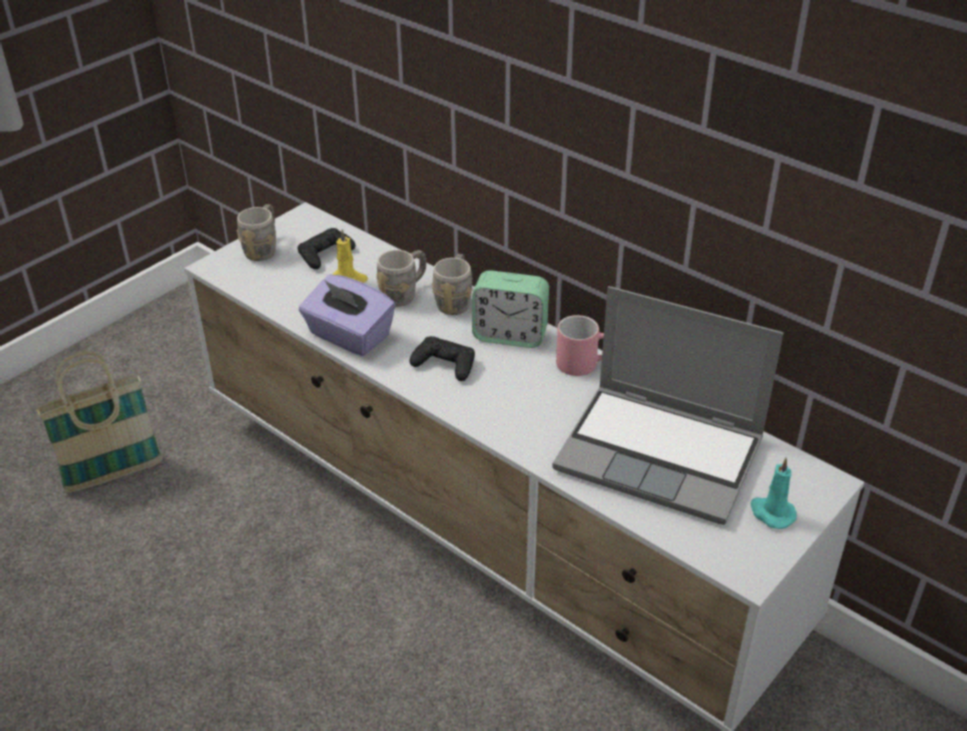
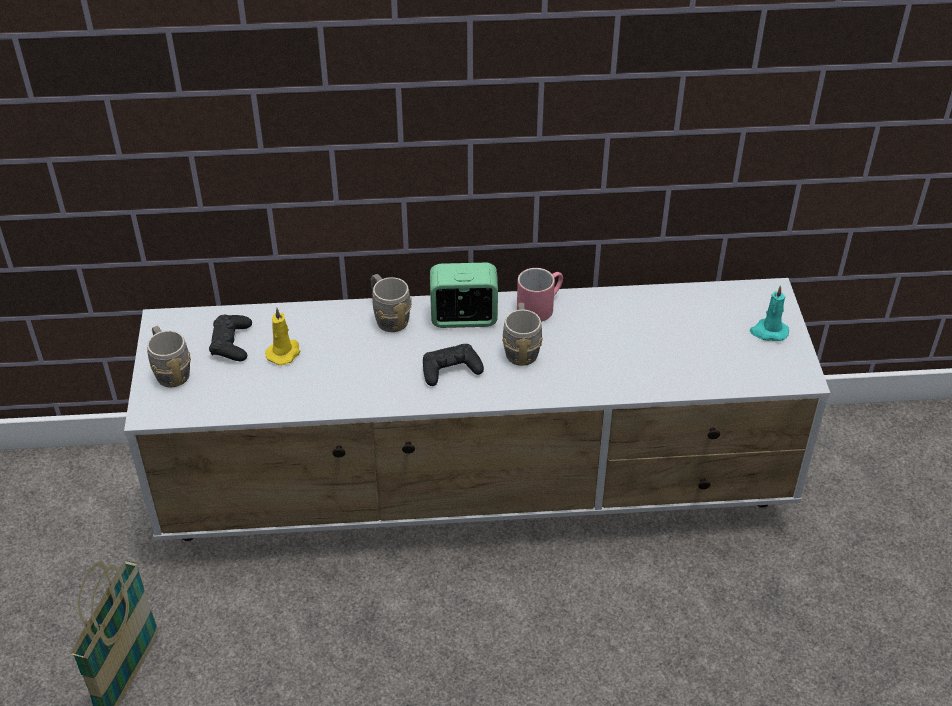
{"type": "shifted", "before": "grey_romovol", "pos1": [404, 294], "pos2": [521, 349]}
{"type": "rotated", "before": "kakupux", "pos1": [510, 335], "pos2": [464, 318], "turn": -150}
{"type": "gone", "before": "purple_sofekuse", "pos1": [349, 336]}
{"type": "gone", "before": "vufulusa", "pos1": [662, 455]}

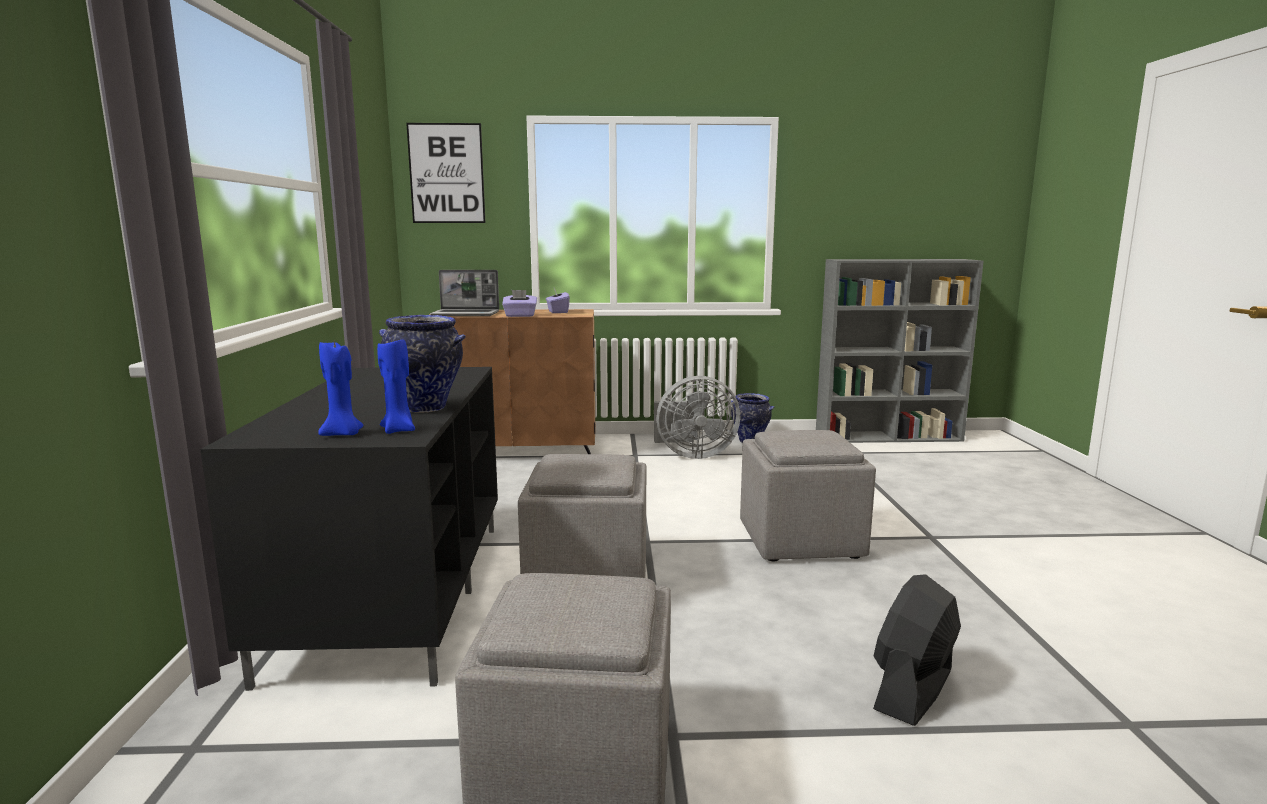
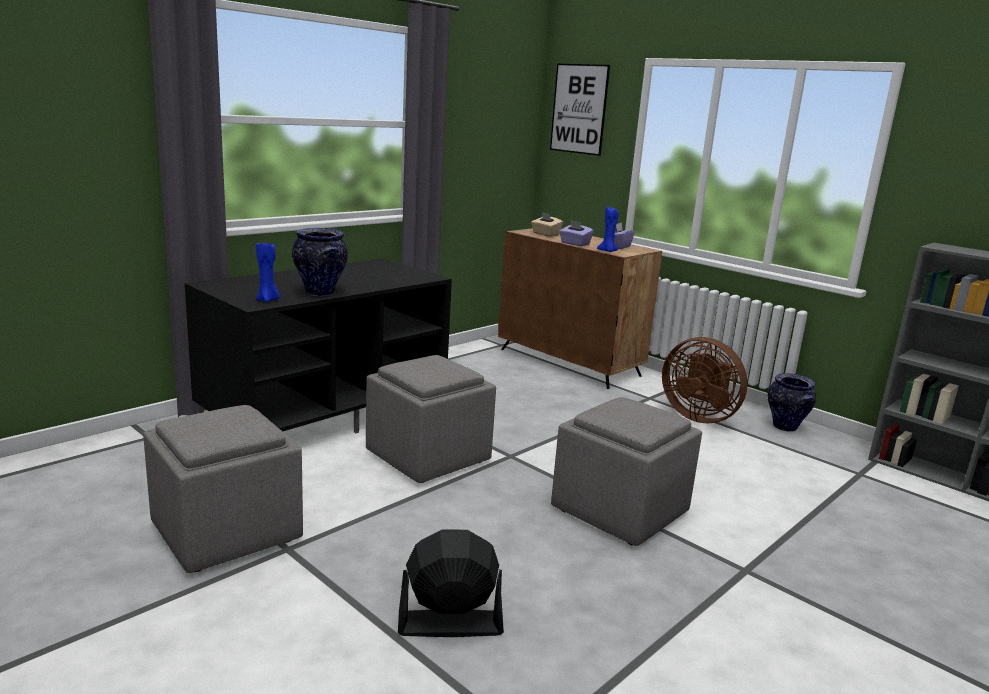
{"type": "swapped", "before": "vufulusa", "after": "beige_sofekuse", "pos1": [466, 314], "pos2": [545, 234]}
{"type": "shifted", "before": "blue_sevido", "pos1": [343, 434], "pos2": [607, 251]}
{"type": "repainted", "before": "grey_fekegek", "after": "brown_fekegek", "pos1": [692, 454], "pos2": [699, 416]}

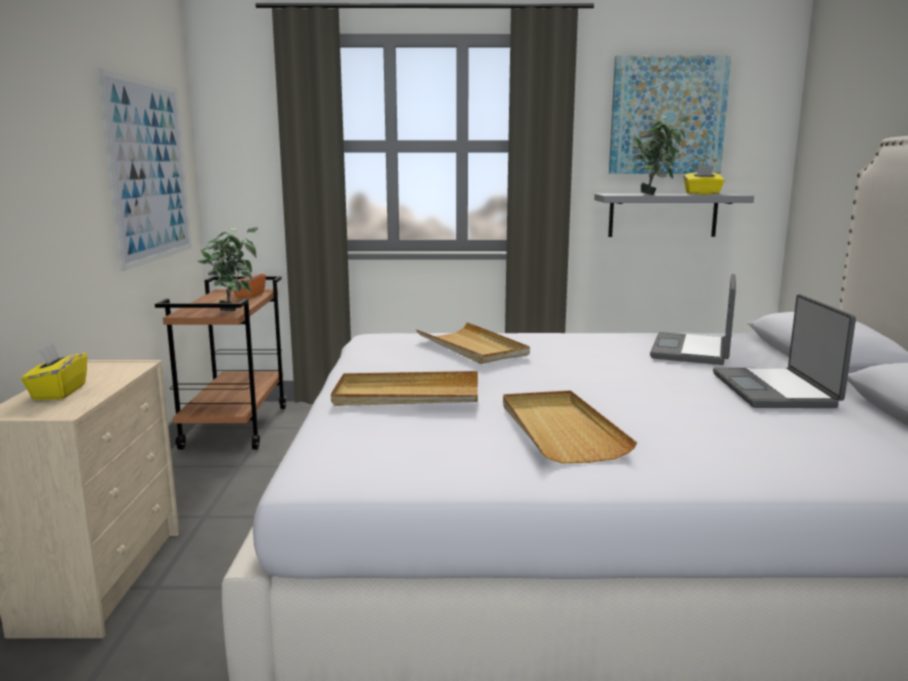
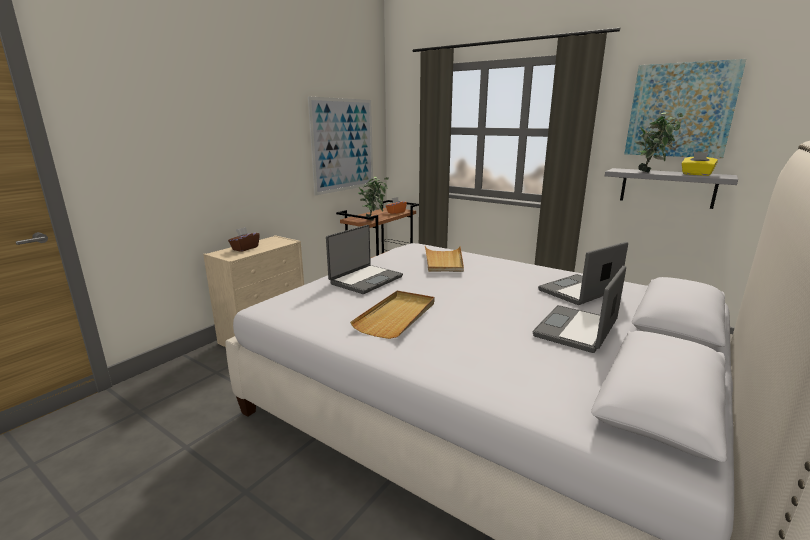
{"type": "repainted", "before": "yellow_sofekuse", "after": "brown_sofekuse", "pos1": [58, 392], "pos2": [245, 248]}
{"type": "swapped", "before": "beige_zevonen", "after": "vufulusa", "pos1": [407, 395], "pos2": [365, 280]}

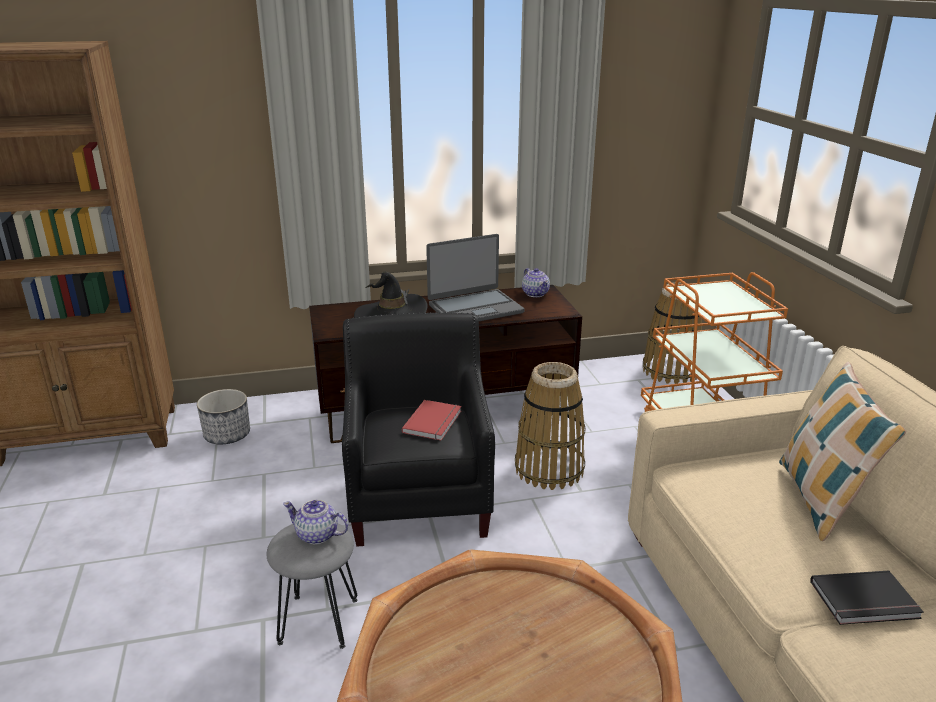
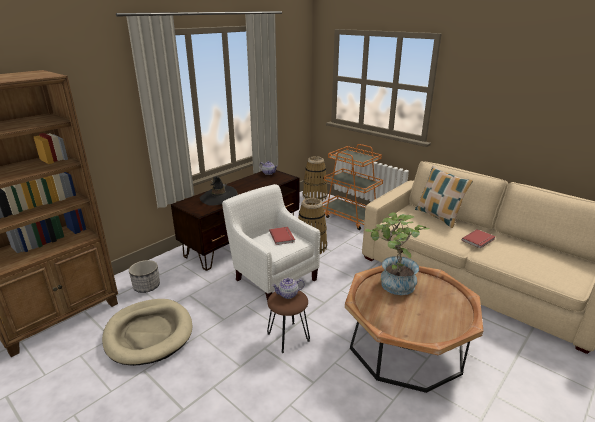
{"type": "gone", "before": "vufulusa", "pos1": [475, 308]}
{"type": "repainted", "before": "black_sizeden", "after": "white_sizeden", "pos1": [420, 498], "pos2": [273, 276]}
{"type": "repainted", "before": "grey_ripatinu", "after": "brown_ripatinu", "pos1": [319, 620], "pos2": [288, 337]}
{"type": "repainted", "before": "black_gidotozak", "after": "red_gidotozak", "pos1": [866, 602], "pos2": [479, 240]}
{"type": "new", "after": "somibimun", "pos2": [392, 285]}
{"type": "new", "after": "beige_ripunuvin", "pos2": [149, 333]}

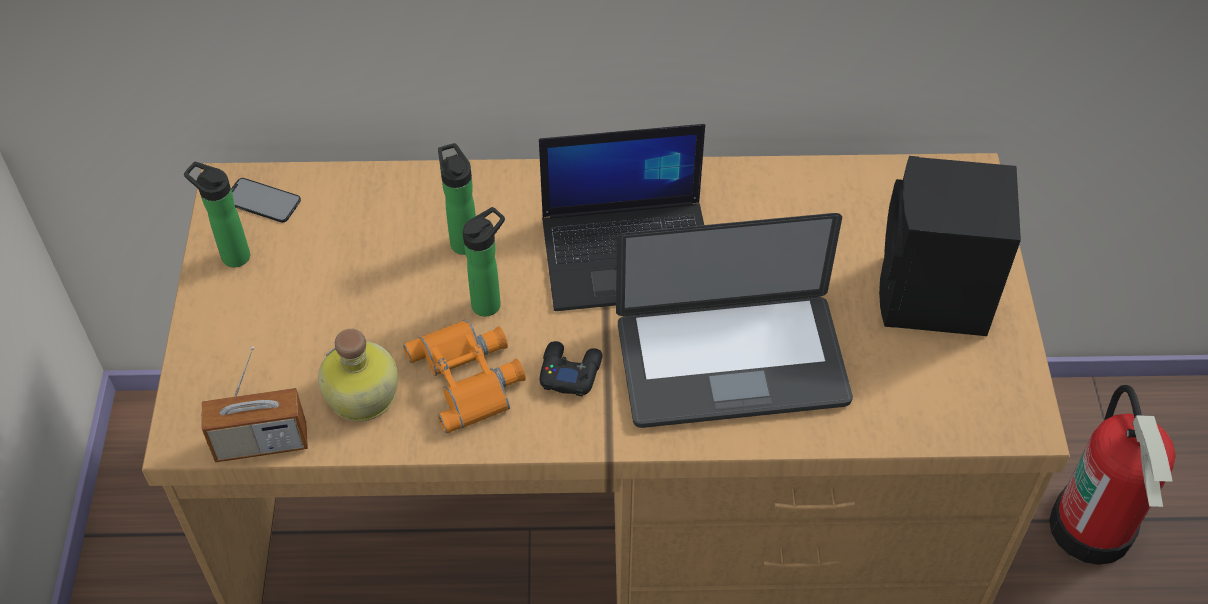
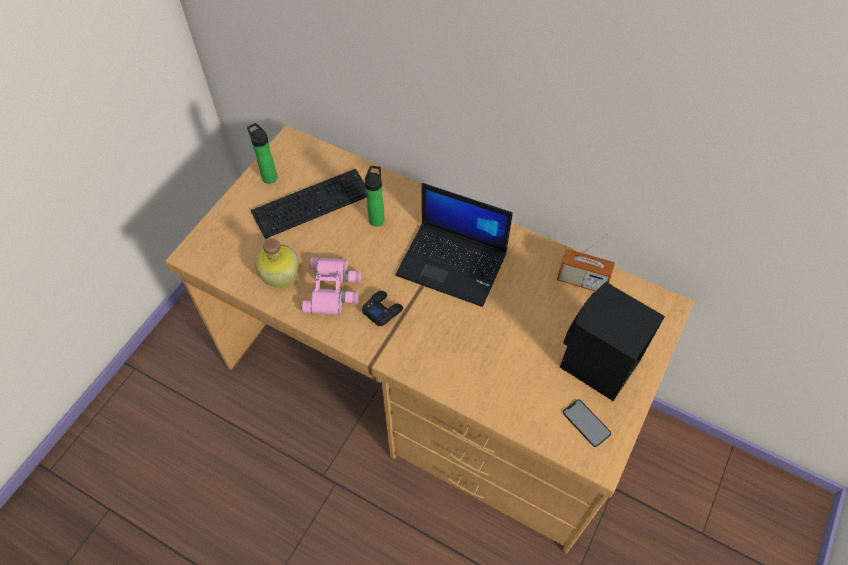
{"type": "shifted", "before": "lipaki", "pos1": [262, 200], "pos2": [586, 423]}
{"type": "gone", "before": "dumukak", "pos1": [490, 302]}
{"type": "gone", "before": "vufulusa", "pos1": [731, 363]}
{"type": "repainted", "before": "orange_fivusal", "after": "pink_fivusal", "pos1": [470, 377], "pos2": [333, 289]}
{"type": "shifted", "before": "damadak", "pos1": [261, 443], "pos2": [582, 281]}
{"type": "gone", "before": "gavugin", "pos1": [1092, 528]}
{"type": "new", "after": "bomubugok", "pos2": [312, 202]}

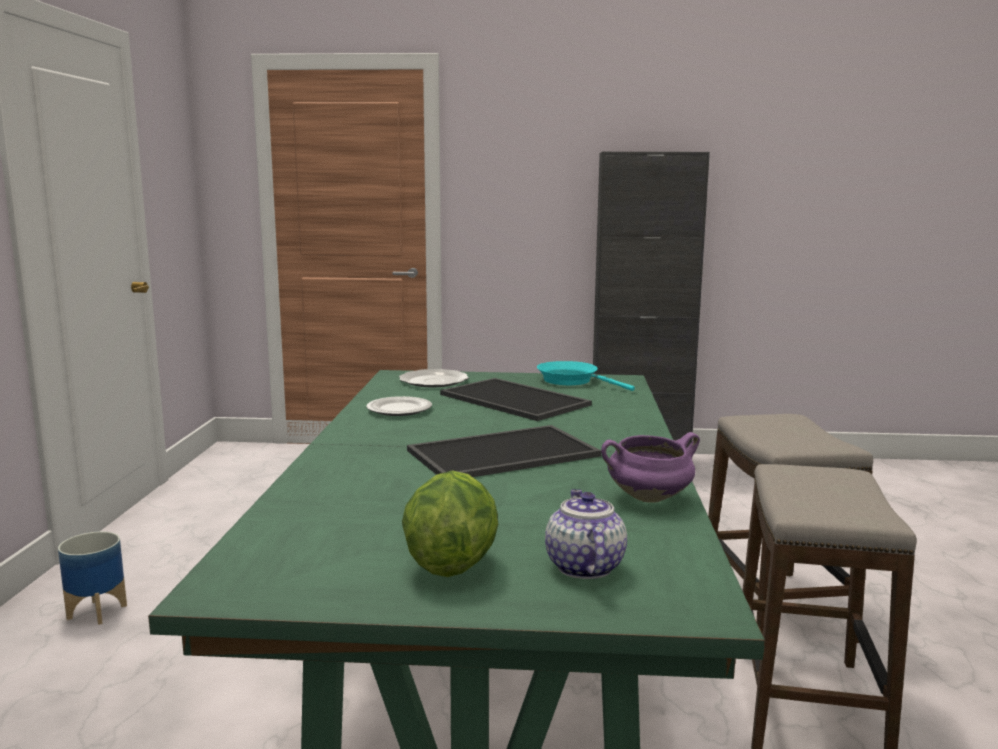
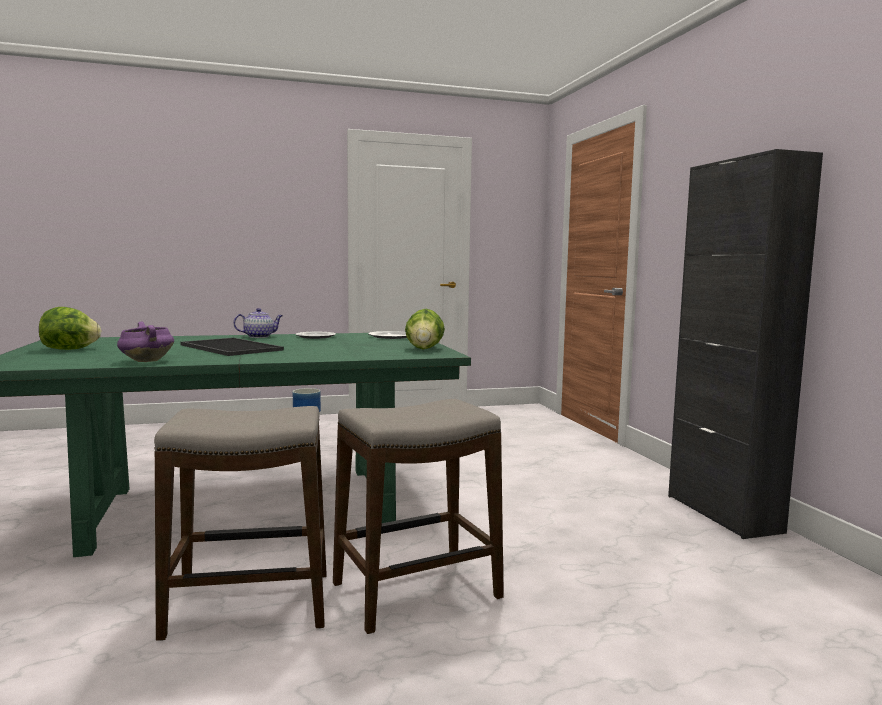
{"type": "swapped", "before": "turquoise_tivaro", "after": "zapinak", "pos1": [572, 381], "pos2": [424, 349]}
{"type": "gone", "before": "zevonen", "pos1": [516, 399]}
{"type": "shifted", "before": "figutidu", "pos1": [583, 566], "pos2": [259, 336]}

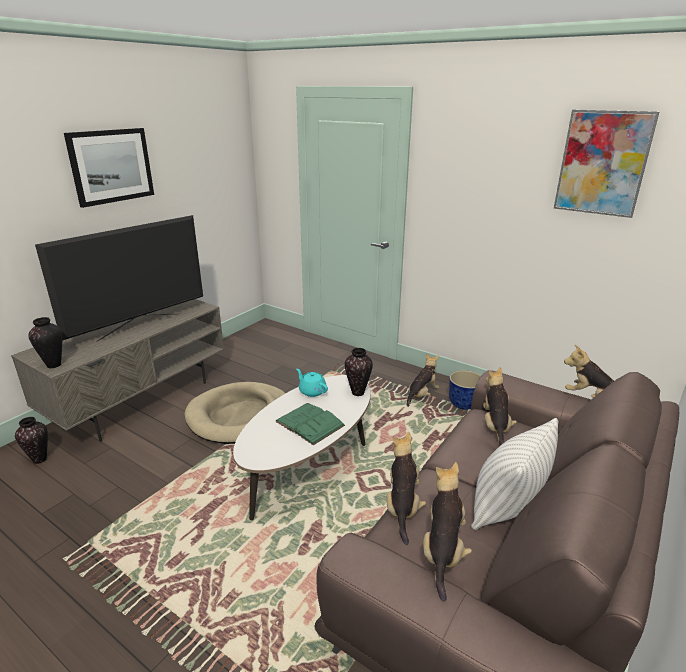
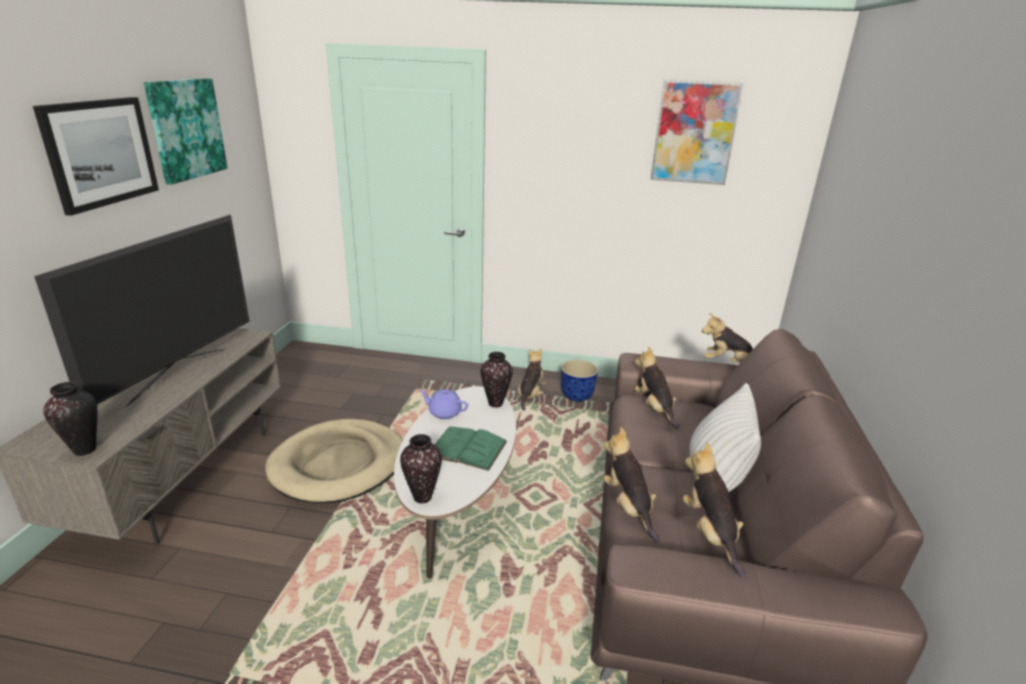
{"type": "repainted", "before": "turquoise_figutidu", "after": "purple_figutidu", "pos1": [312, 391], "pos2": [444, 412]}
{"type": "shifted", "before": "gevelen", "pos1": [40, 459], "pos2": [423, 497]}
{"type": "new", "after": "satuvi", "pos2": [186, 129]}

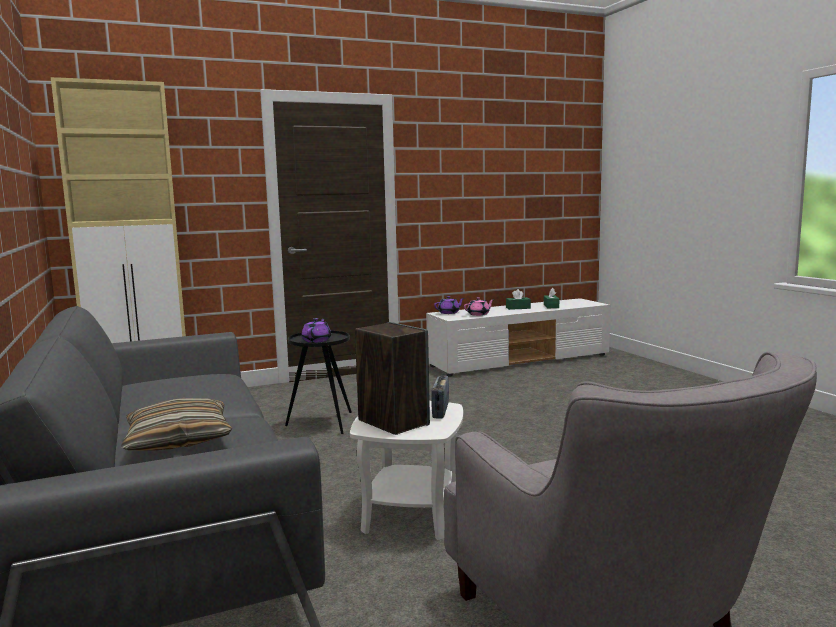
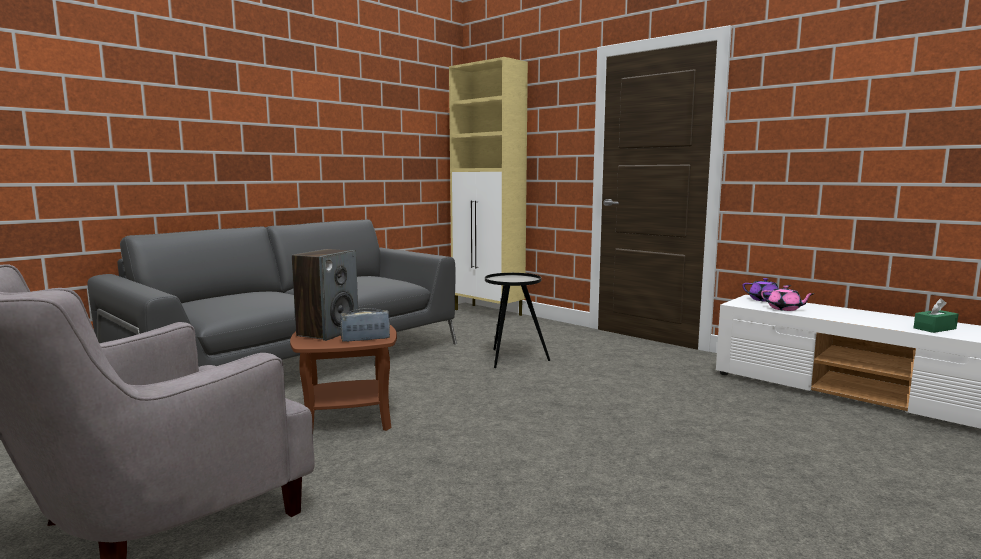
{"type": "gone", "before": "green_sofekuse", "pos1": [518, 308]}
{"type": "gone", "before": "purple_figutidu", "pos1": [317, 340]}
{"type": "gone", "before": "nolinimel", "pos1": [178, 439]}
{"type": "repainted", "before": "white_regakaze", "after": "brown_regakaze", "pos1": [411, 514], "pos2": [347, 419]}

